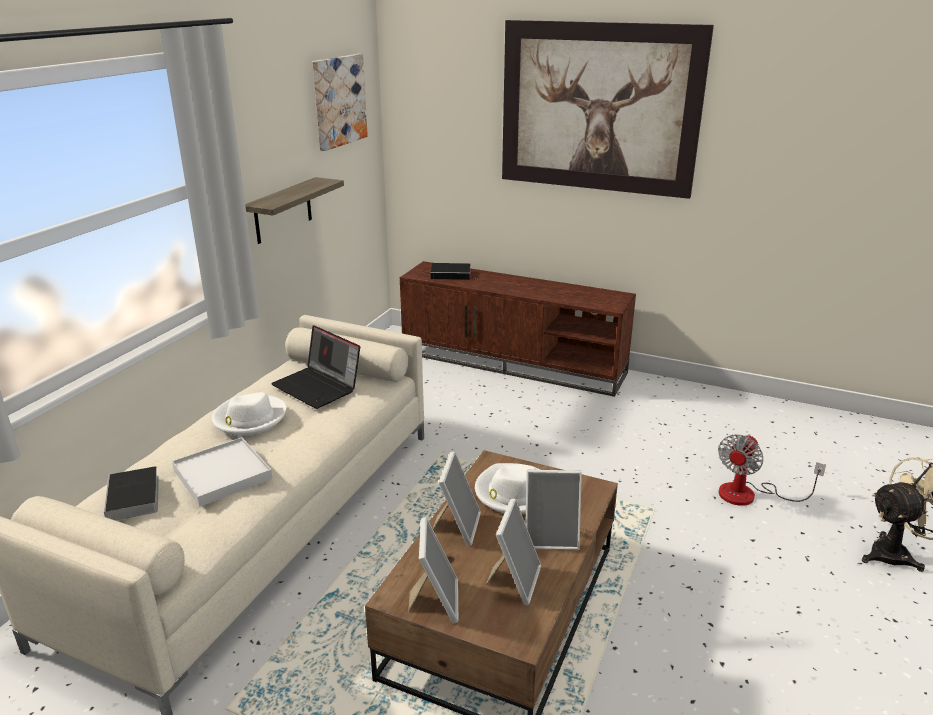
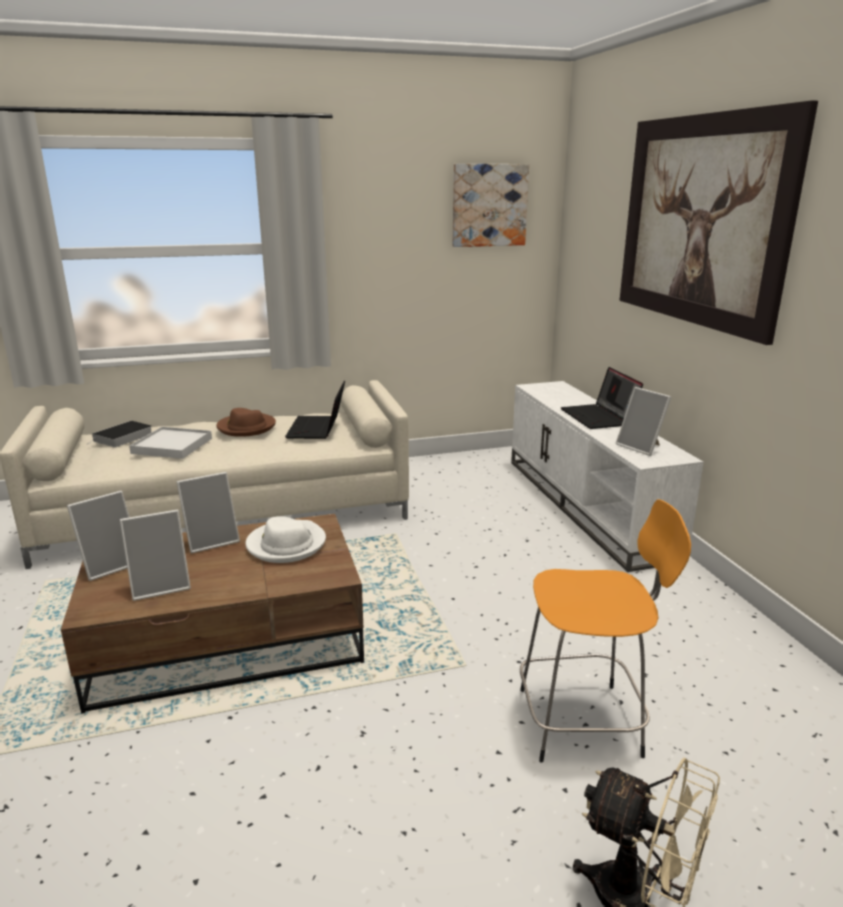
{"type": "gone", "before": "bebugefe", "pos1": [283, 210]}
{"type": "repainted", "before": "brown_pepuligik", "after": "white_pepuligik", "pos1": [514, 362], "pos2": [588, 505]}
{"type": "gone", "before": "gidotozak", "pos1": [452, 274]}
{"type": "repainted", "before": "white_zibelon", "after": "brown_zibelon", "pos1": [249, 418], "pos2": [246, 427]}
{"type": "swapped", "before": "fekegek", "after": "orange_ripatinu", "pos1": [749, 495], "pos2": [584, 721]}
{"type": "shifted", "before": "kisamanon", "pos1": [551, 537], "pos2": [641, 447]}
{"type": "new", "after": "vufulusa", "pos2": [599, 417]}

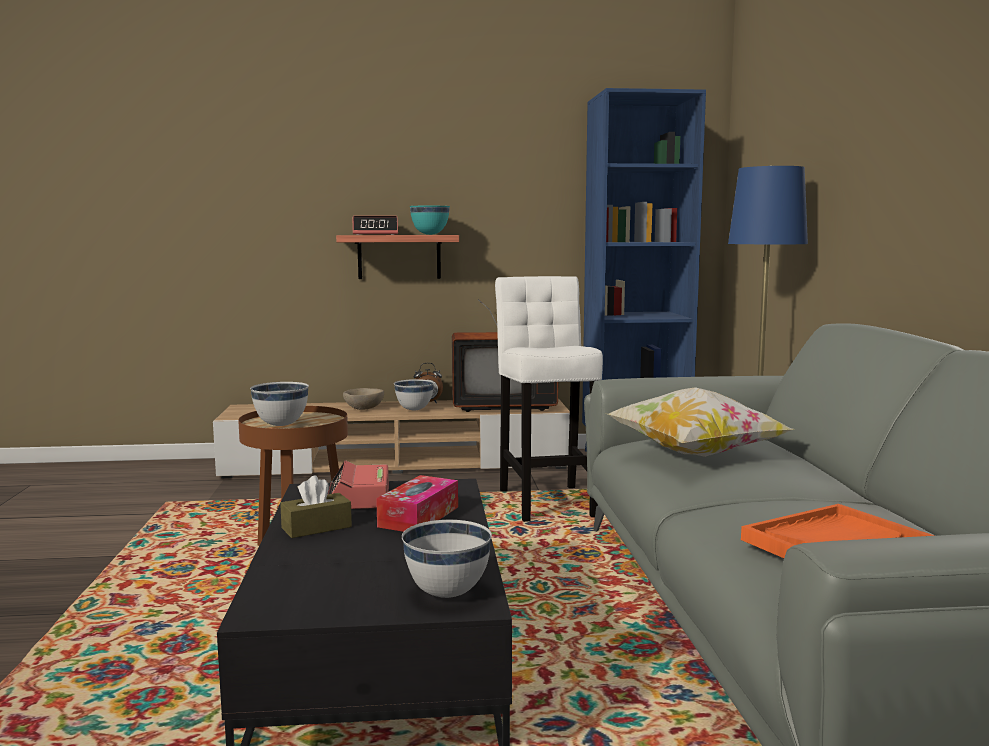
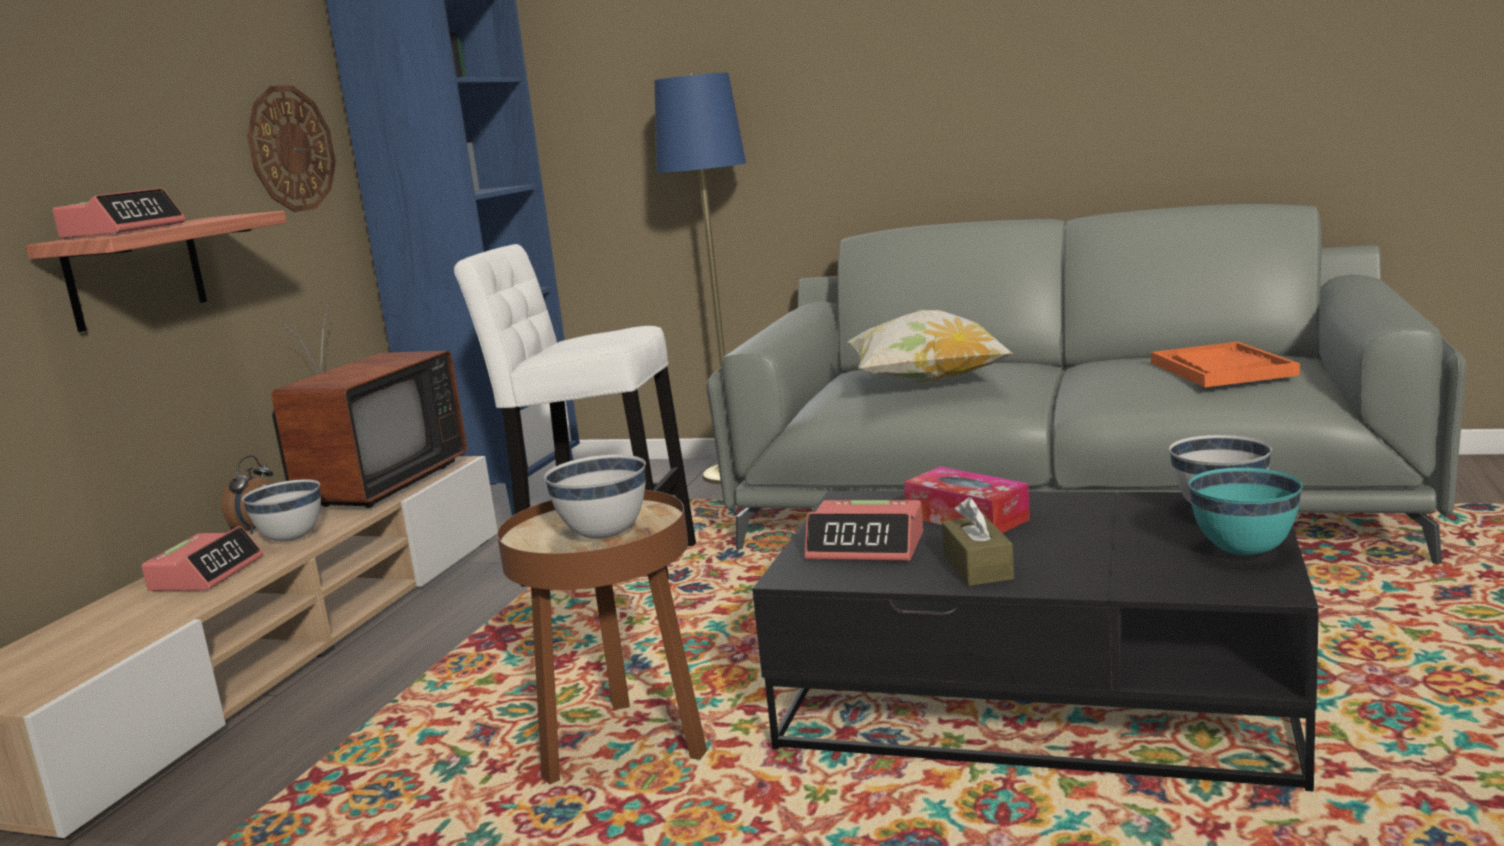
{"type": "shifted", "before": "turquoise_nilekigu", "pos1": [430, 234], "pos2": [1244, 551]}
{"type": "swapped", "before": "beige_nilekigu", "after": "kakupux", "pos1": [364, 408], "pos2": [206, 574]}
{"type": "new", "after": "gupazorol", "pos2": [291, 149]}

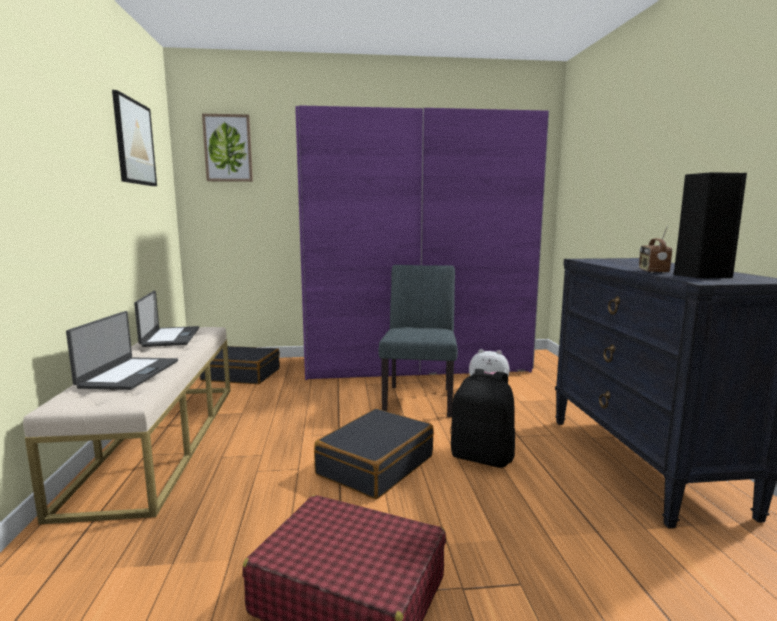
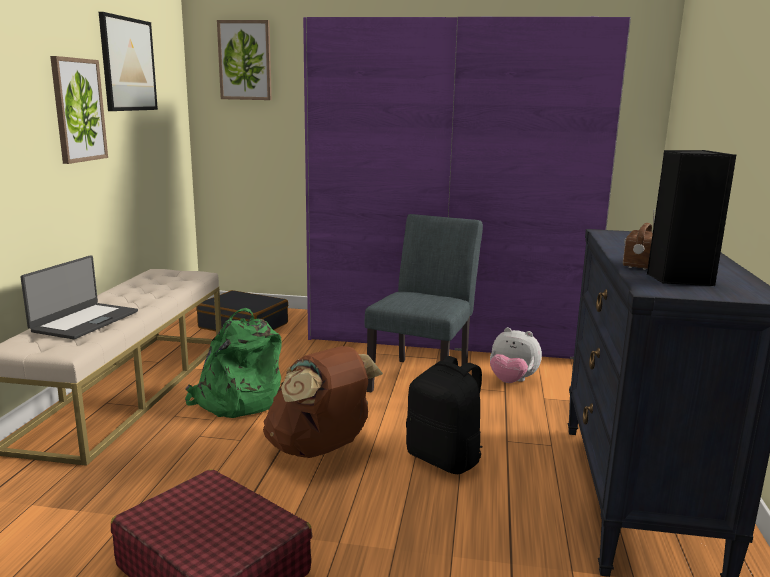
{"type": "gone", "before": "vufulusa", "pos1": [170, 337]}
{"type": "swapped", "before": "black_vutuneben", "after": "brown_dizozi", "pos1": [375, 465], "pos2": [320, 449]}
{"type": "new", "after": "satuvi", "pos2": [78, 110]}
{"type": "new", "after": "green_dizozi", "pos2": [237, 401]}

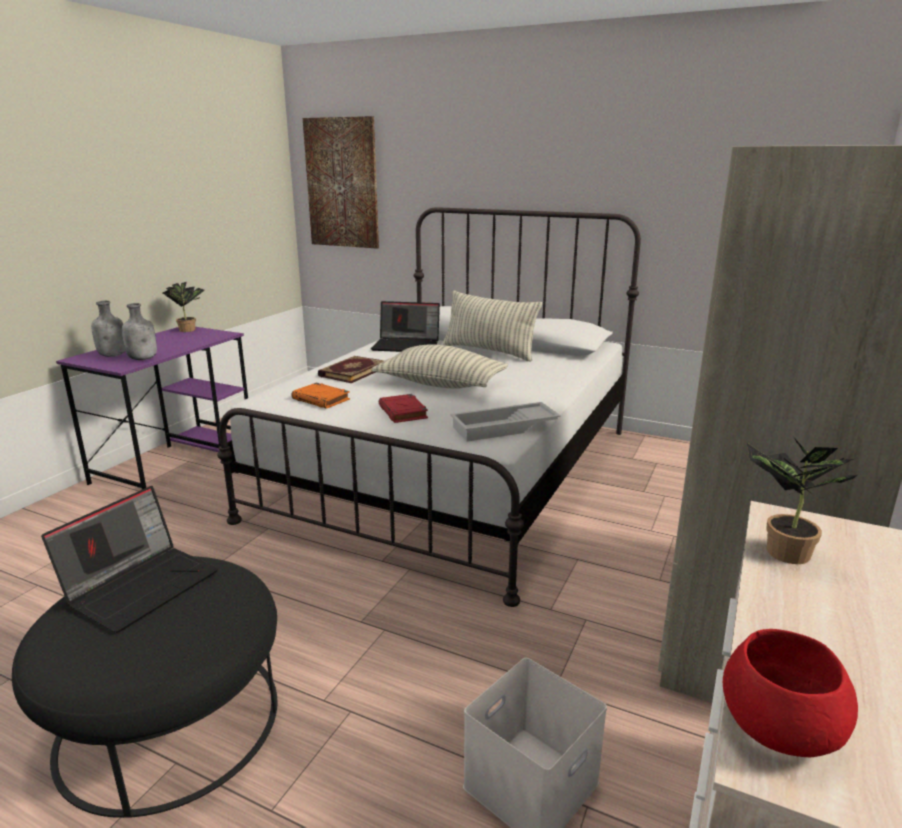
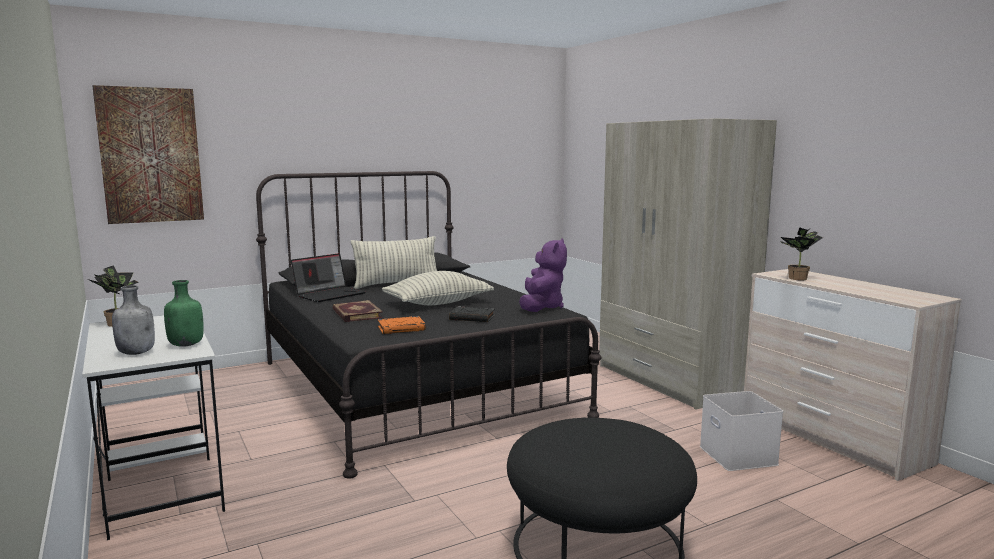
{"type": "repainted", "before": "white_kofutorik", "after": "black_kofutorik", "pos1": [453, 472], "pos2": [414, 387]}
{"type": "repainted", "before": "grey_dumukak", "after": "green_dumukak", "pos1": [143, 359], "pos2": [186, 344]}
{"type": "repainted", "before": "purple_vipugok", "after": "white_vipugok", "pos1": [176, 462], "pos2": [162, 482]}
{"type": "repainted", "before": "red_gidotozak", "after": "black_gidotozak", "pos1": [403, 412], "pos2": [472, 318]}
{"type": "swapped", "before": "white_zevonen", "after": "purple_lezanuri", "pos1": [504, 428], "pos2": [541, 307]}
{"type": "gone", "before": "vufulusa", "pos1": [142, 585]}
{"type": "gone", "before": "red_nilekigu", "pos1": [777, 730]}

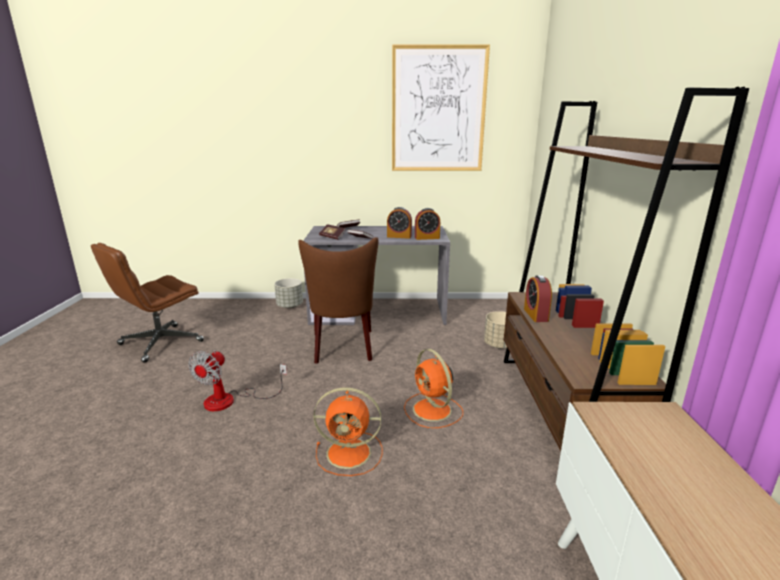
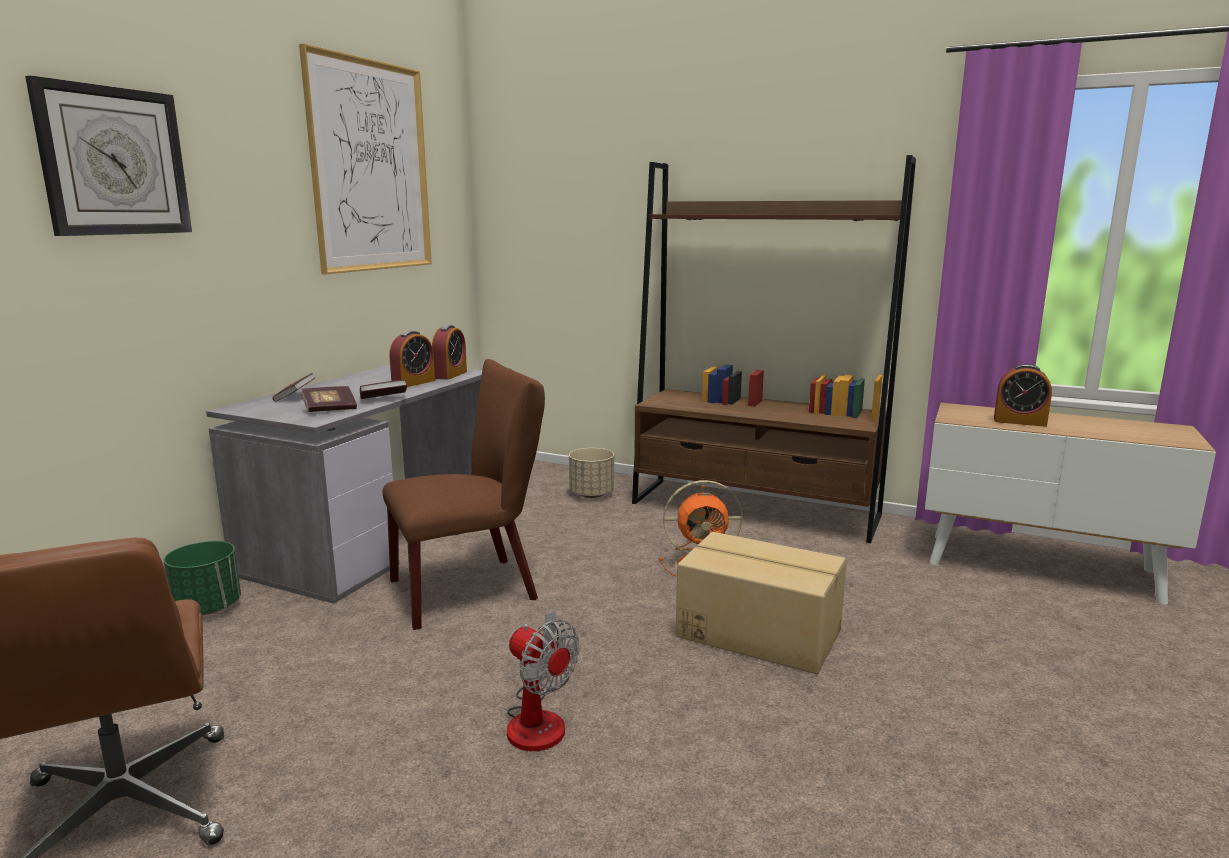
{"type": "rotated", "before": "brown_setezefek", "pos1": [343, 348], "pos2": [473, 588], "turn": -45}
{"type": "shifted", "before": "kakupux", "pos1": [535, 315], "pos2": [1019, 422]}
{"type": "repainted", "before": "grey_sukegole", "after": "green_sukegole", "pos1": [290, 306], "pos2": [208, 608]}
{"type": "swapped", "before": "orange_fekegek", "after": "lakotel", "pos1": [351, 453], "pos2": [758, 632]}
{"type": "new", "after": "gupazorol", "pos2": [114, 162]}

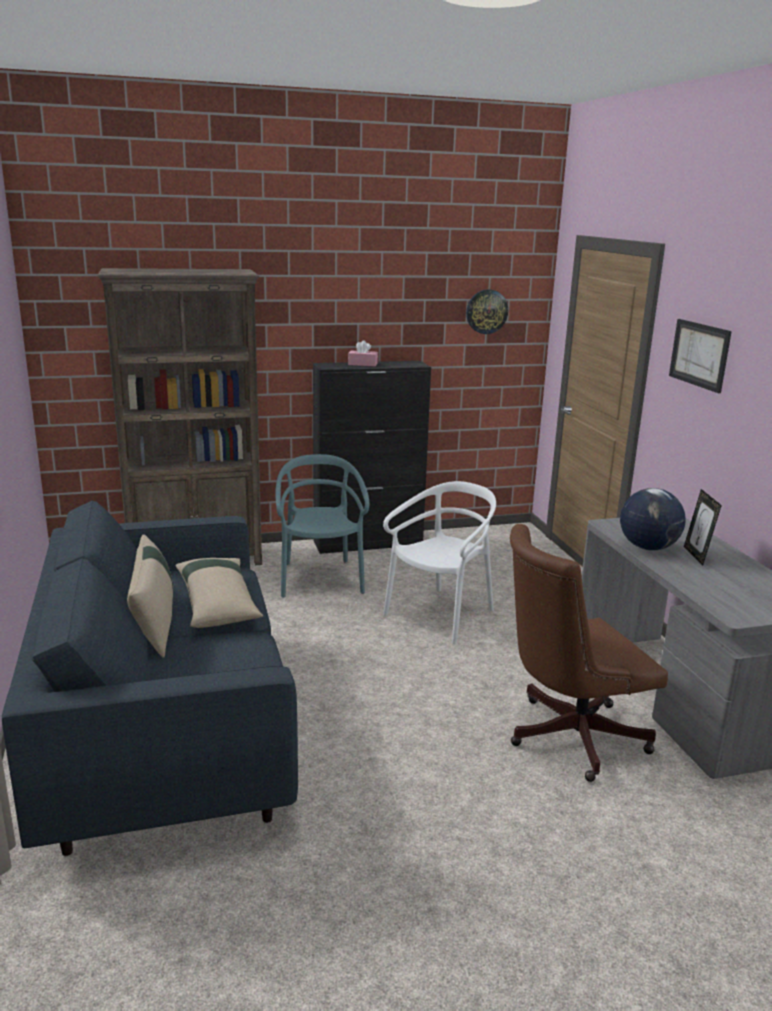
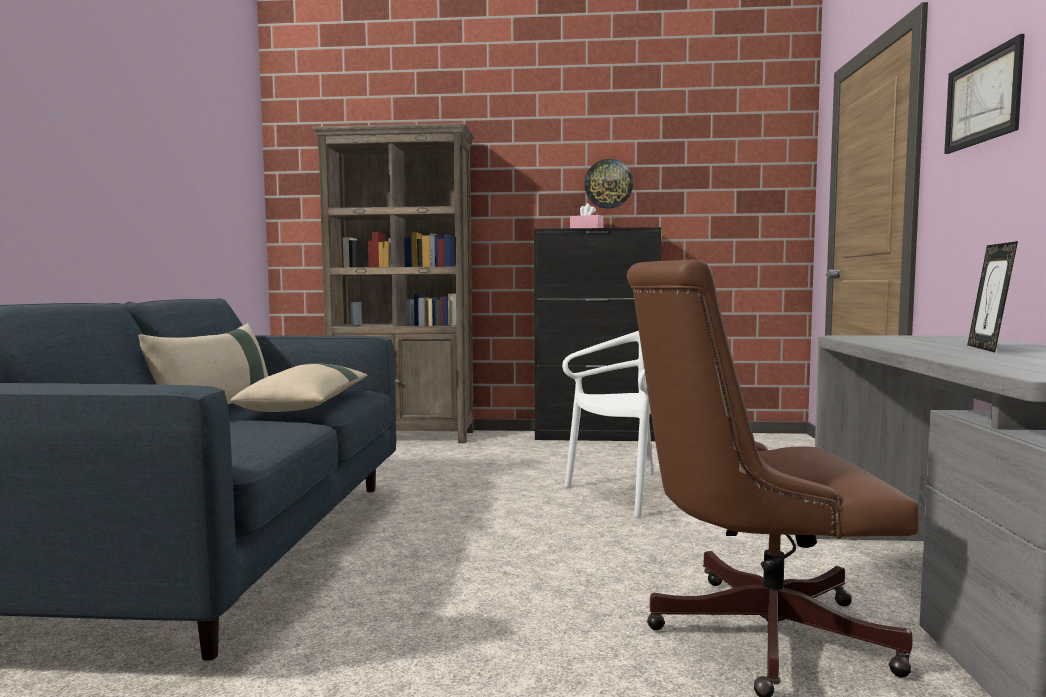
{"type": "shifted", "before": "gupazorol", "pos1": [486, 311], "pos2": [608, 184]}
{"type": "gone", "before": "turquoise_setezefek", "pos1": [320, 579]}
{"type": "gone", "before": "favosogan", "pos1": [648, 547]}

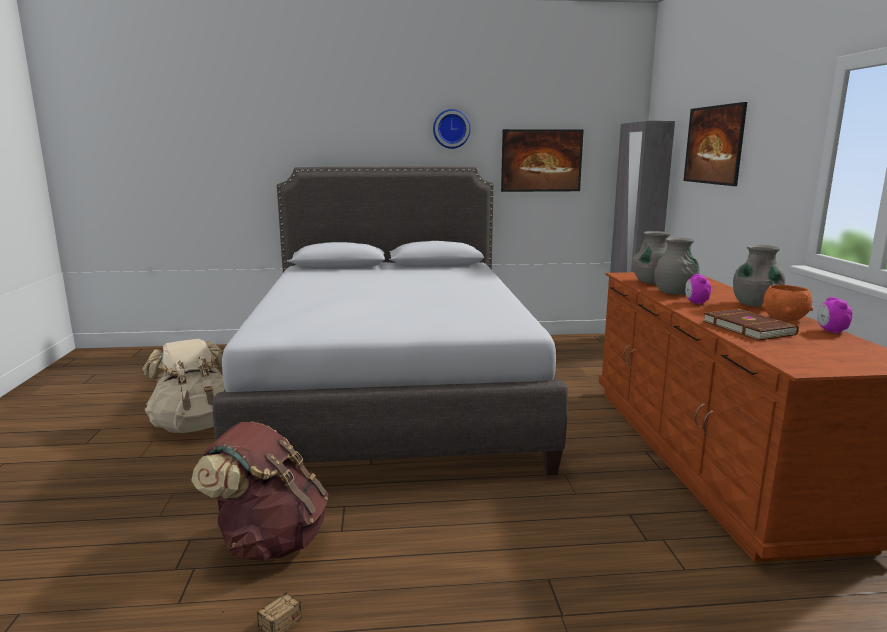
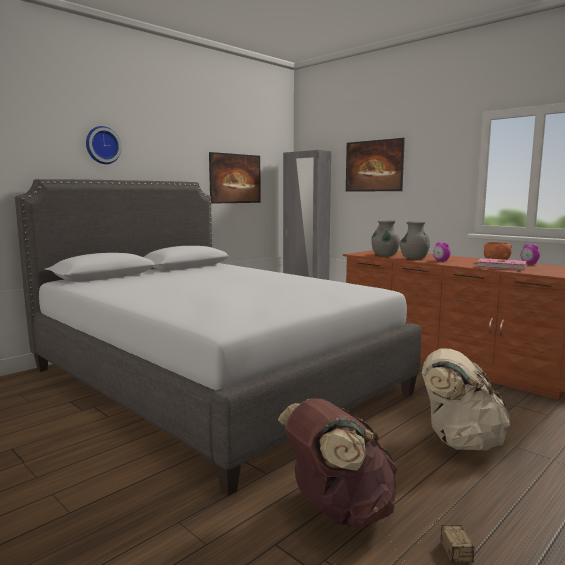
{"type": "shifted", "before": "gupazorol", "pos1": [451, 129], "pos2": [102, 145]}
{"type": "gone", "before": "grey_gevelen", "pos1": [755, 304]}
{"type": "repainted", "before": "brown_gidotozak", "after": "pink_gidotozak", "pos1": [748, 328], "pos2": [501, 267]}
{"type": "shifted", "before": "beige_dizozi", "pos1": [195, 425], "pos2": [459, 441]}

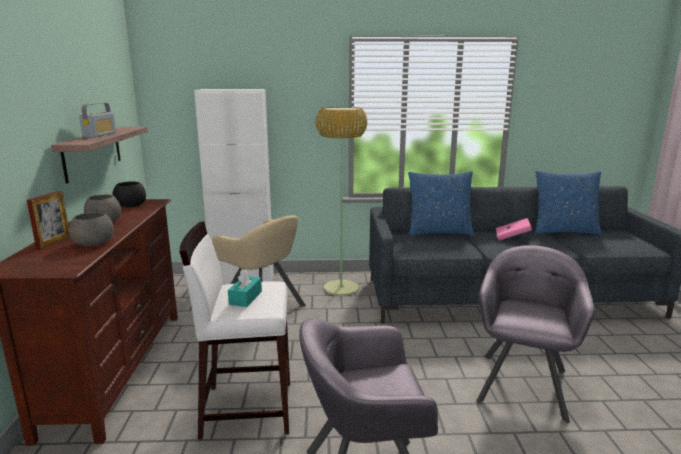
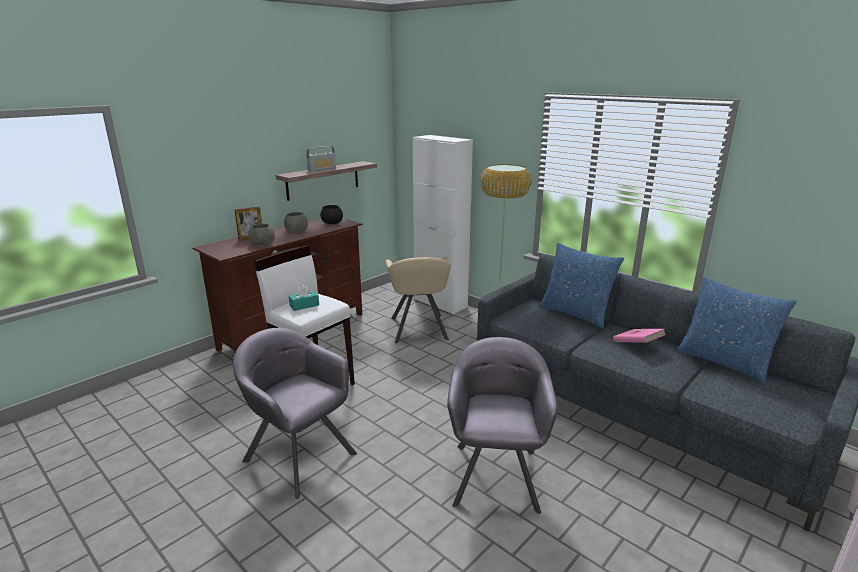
{"type": "rotated", "before": "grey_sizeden", "pos1": [523, 385], "pos2": [496, 476], "turn": -60}

